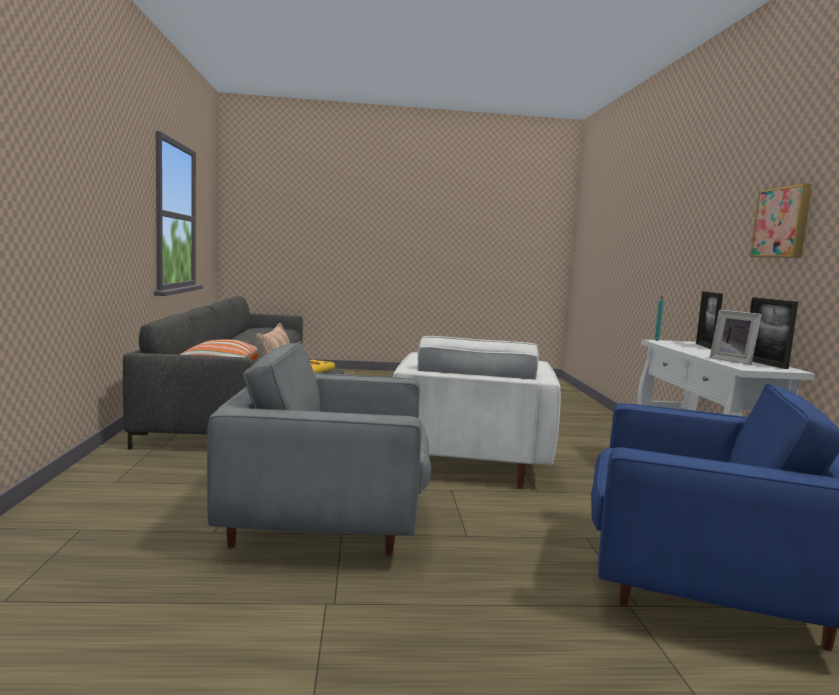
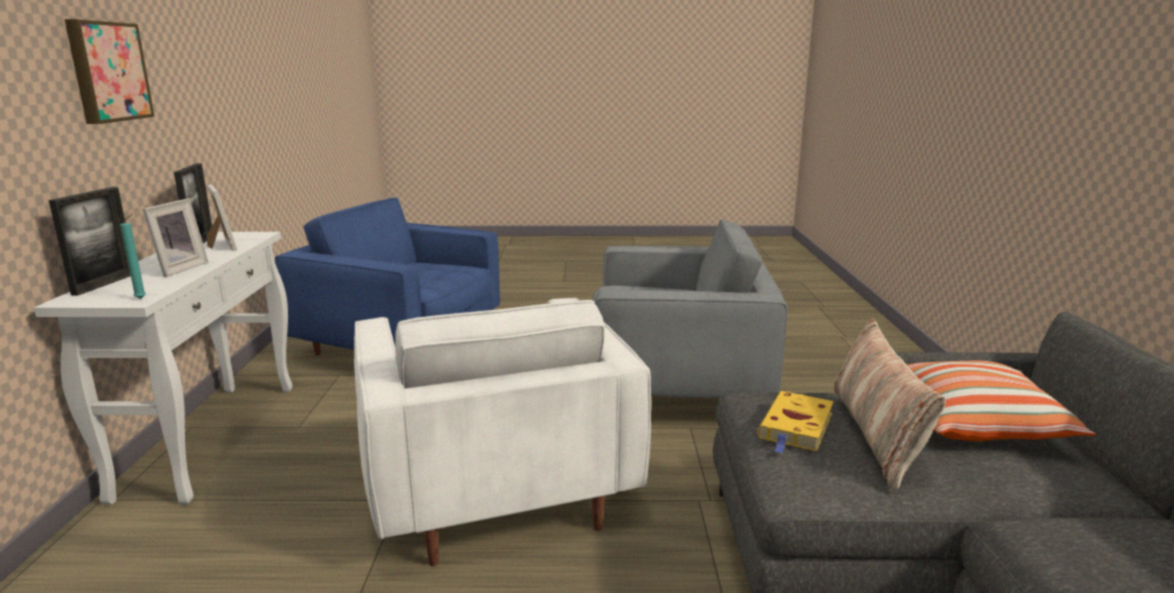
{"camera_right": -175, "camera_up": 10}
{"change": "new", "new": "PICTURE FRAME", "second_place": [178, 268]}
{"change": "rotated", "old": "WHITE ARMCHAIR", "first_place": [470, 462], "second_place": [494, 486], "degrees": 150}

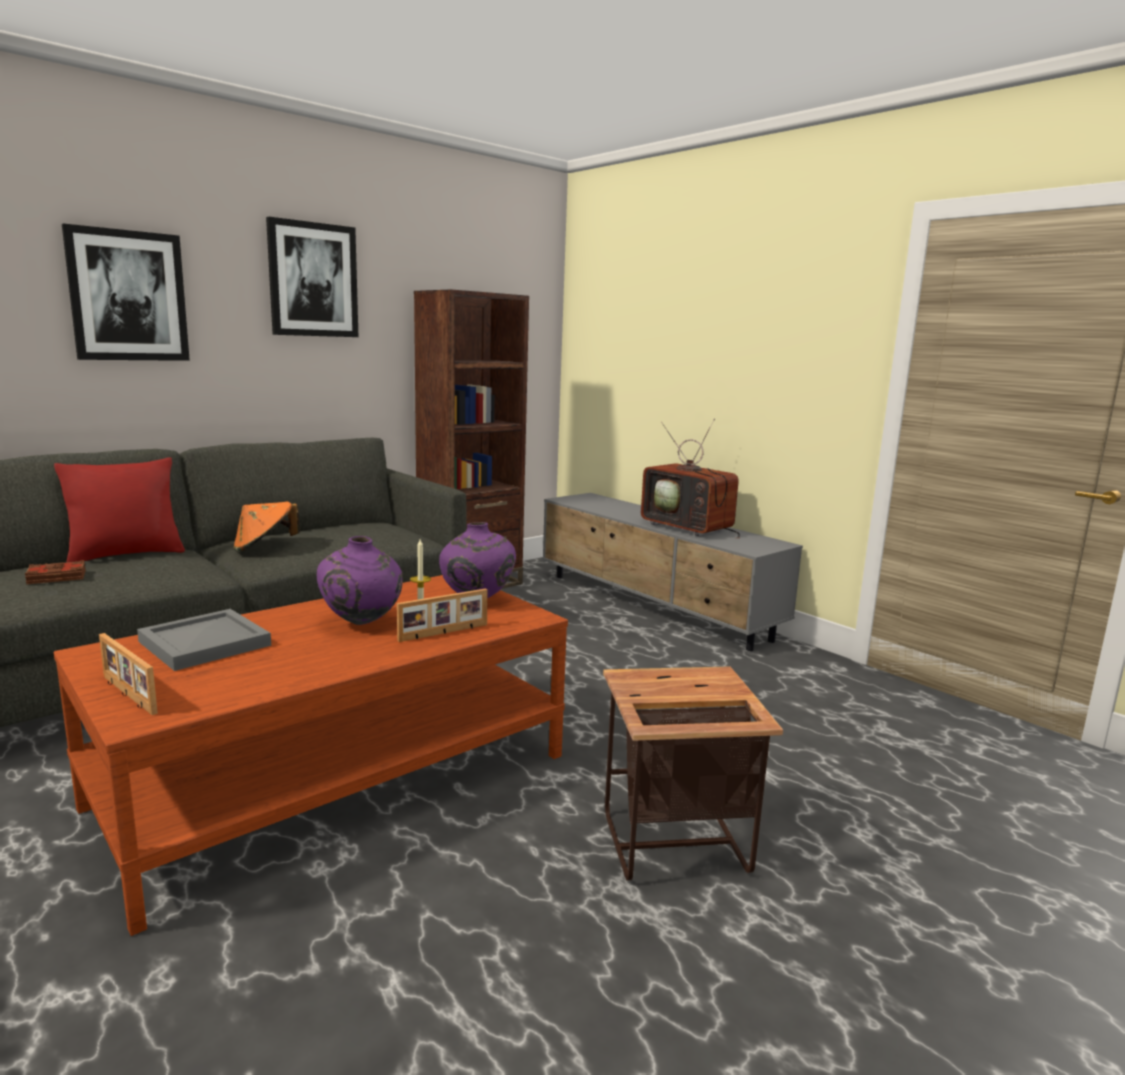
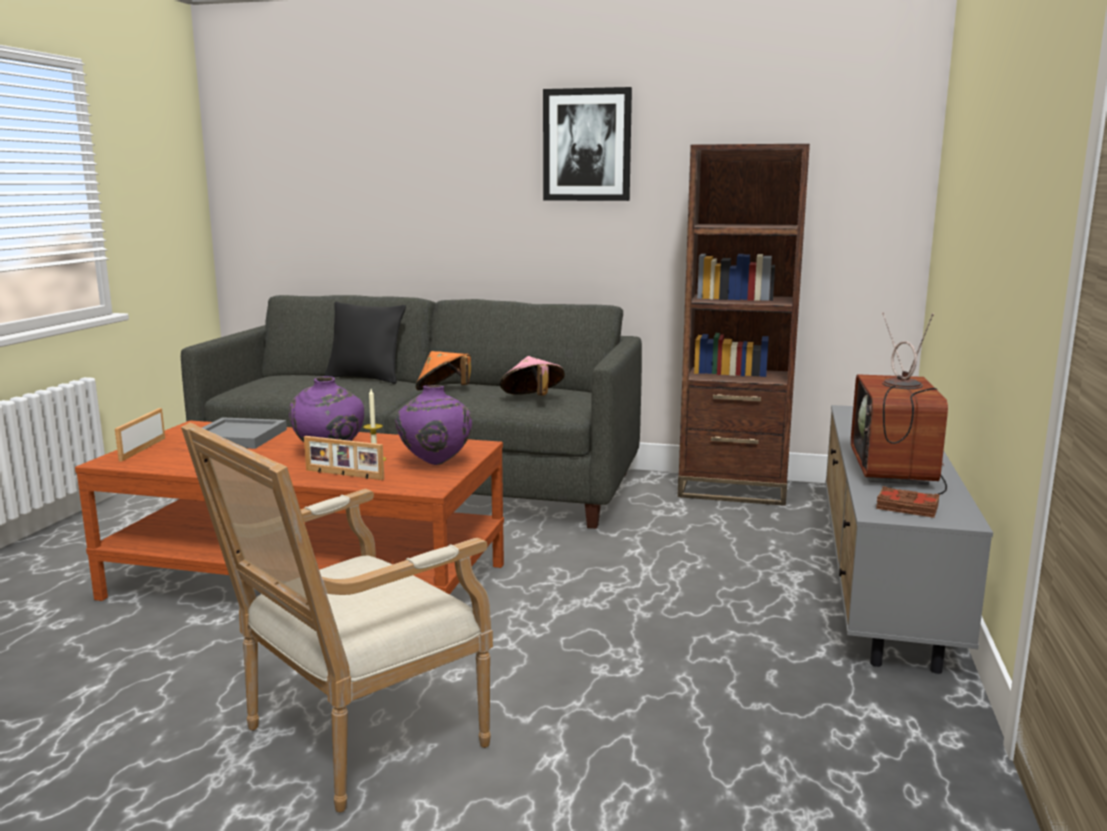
{"camera_right": 55, "camera_up": 0}
{"change": "swapped", "old": "SIDE TABLE", "new": "ARMCHAIR", "first_place": [671, 844], "second_place": [352, 740]}
{"change": "repainted", "old": "RED PILLOW", "new": "BLACK PILLOW", "first_place": [126, 555], "second_place": [365, 378]}
{"change": "new", "new": "PINK HAT", "second_place": [532, 399]}
{"change": "shifted", "old": "BROWN BOOK", "first_place": [56, 578], "second_place": [907, 508]}
{"change": "gone", "old": "PICTURE", "first_place": [128, 296]}

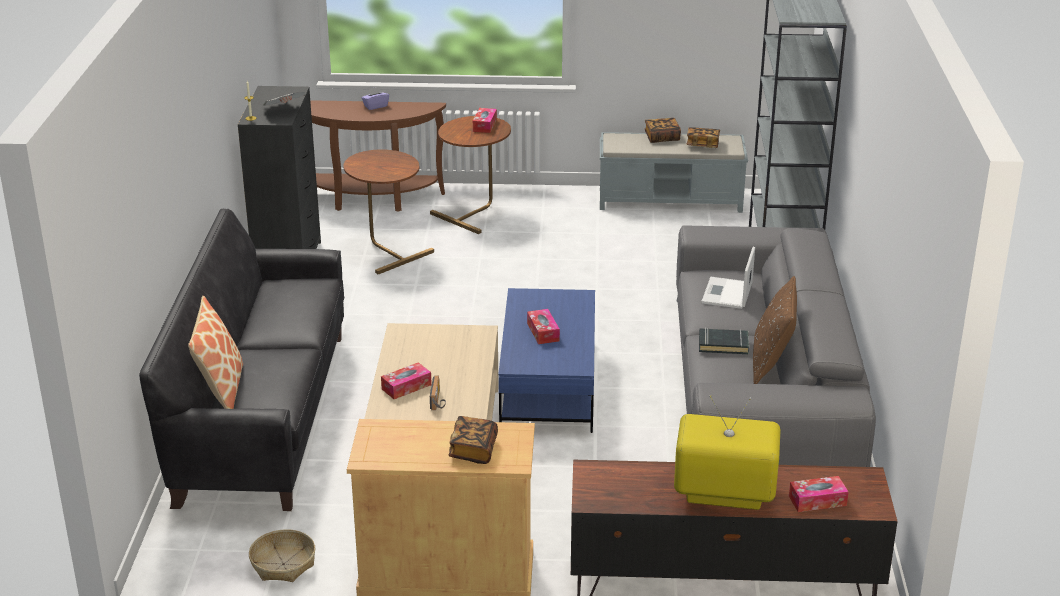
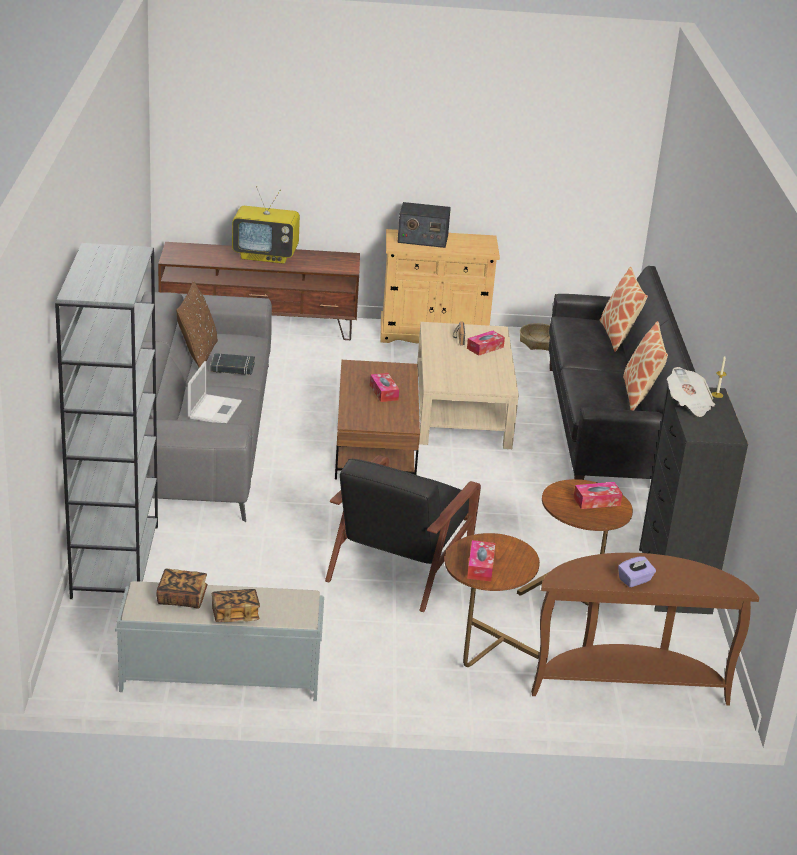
{"camera_right": 175, "camera_up": 0}
{"change": "new", "new": "BLACK ARMCHAIR", "second_place": [401, 561]}
{"change": "repainted", "old": "BLUE COFFEE TABLE", "new": "BROWN COFFEE TABLE", "first_place": [549, 385], "second_place": [375, 444]}
{"change": "swapped", "old": "BOOK", "new": "RADIO", "first_place": [473, 450], "second_place": [422, 239]}
{"change": "shifted", "old": "TISSUE BOX", "first_place": [817, 501], "second_place": [596, 501]}
{"change": "new", "new": "PILLOW", "second_place": [640, 395]}

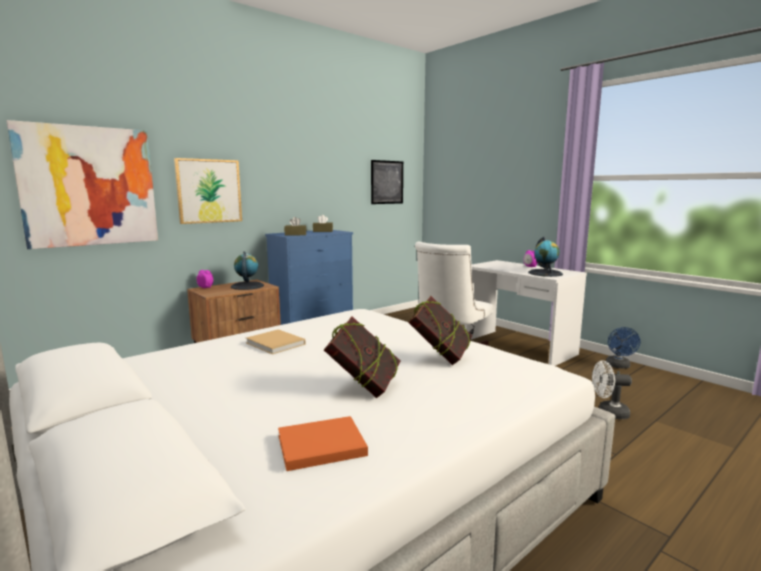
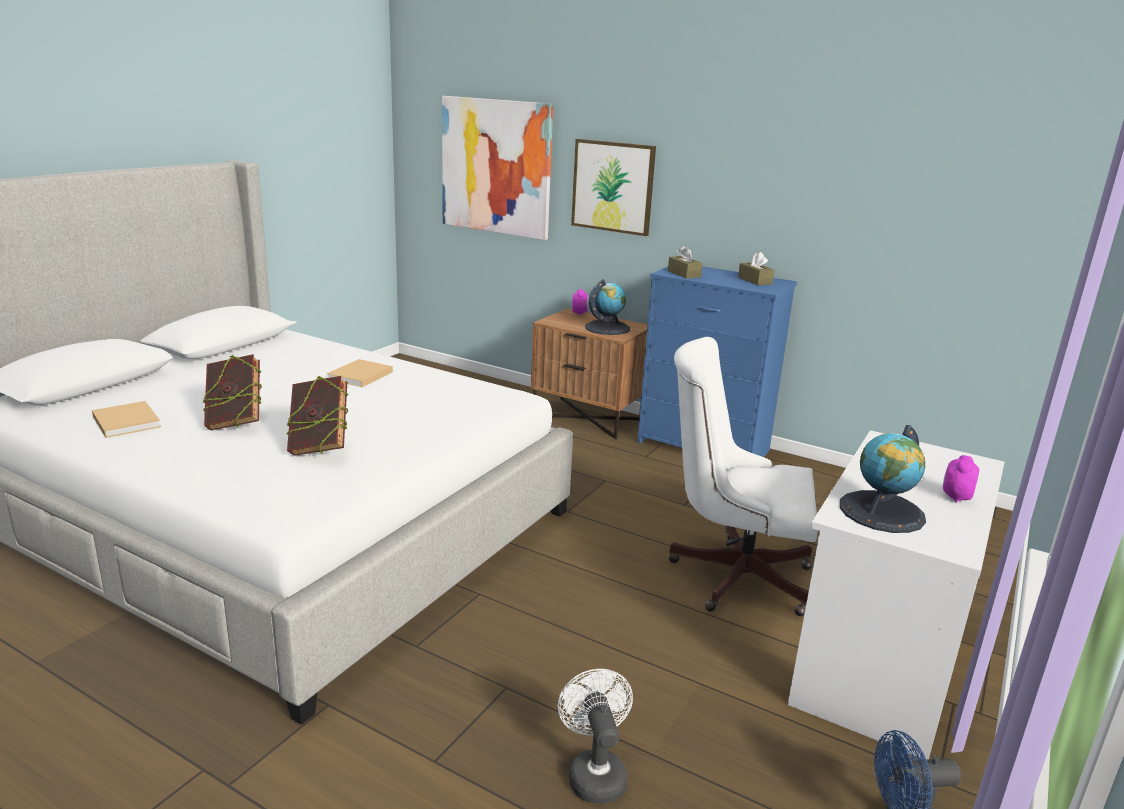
{"camera_right": 70, "camera_up": 10}
{"change": "repainted", "old": "ORANGE BOOK", "new": "BEIGE BOOK", "first_place": [318, 446], "second_place": [126, 421]}
{"change": "gone", "old": "PICTURE", "first_place": [387, 182]}

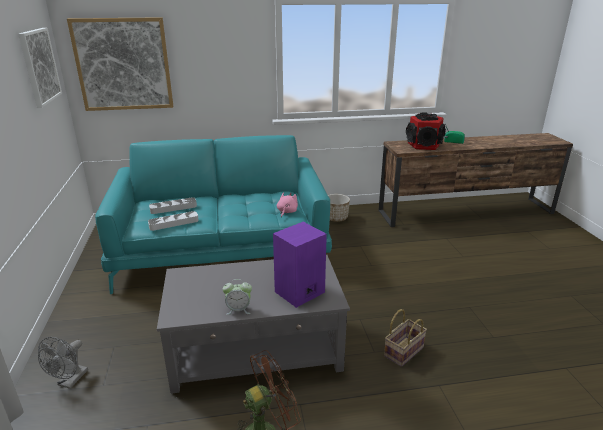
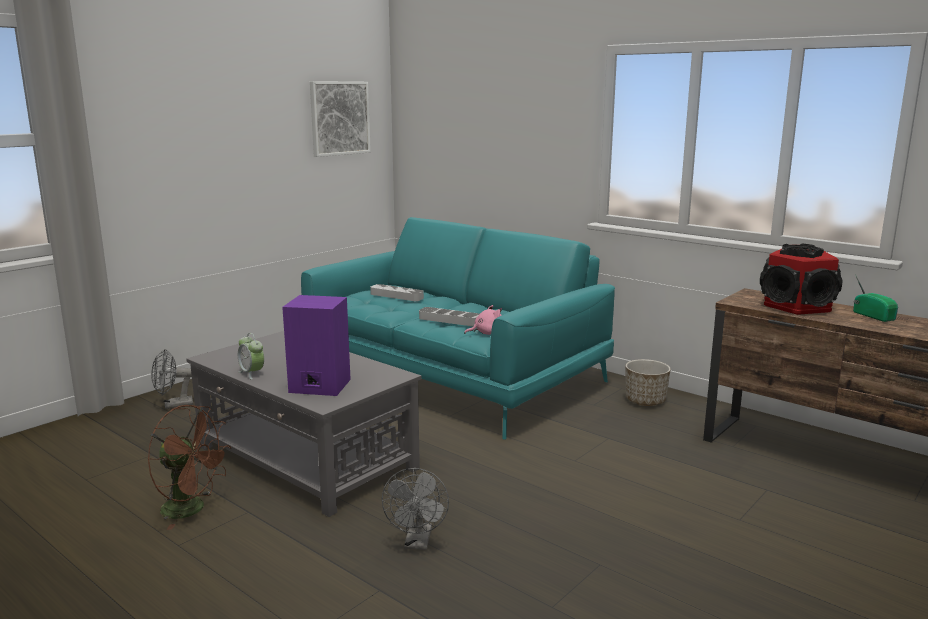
{"camera_right": 50, "camera_up": -10}
{"change": "swapped", "old": "BASKET", "new": "GREY FAN", "first_place": [403, 350], "second_place": [418, 543]}
{"change": "shifted", "old": "GREY TRAY", "first_place": [174, 223], "second_place": [449, 320]}
{"change": "gone", "old": "PICTURE", "first_place": [123, 64]}

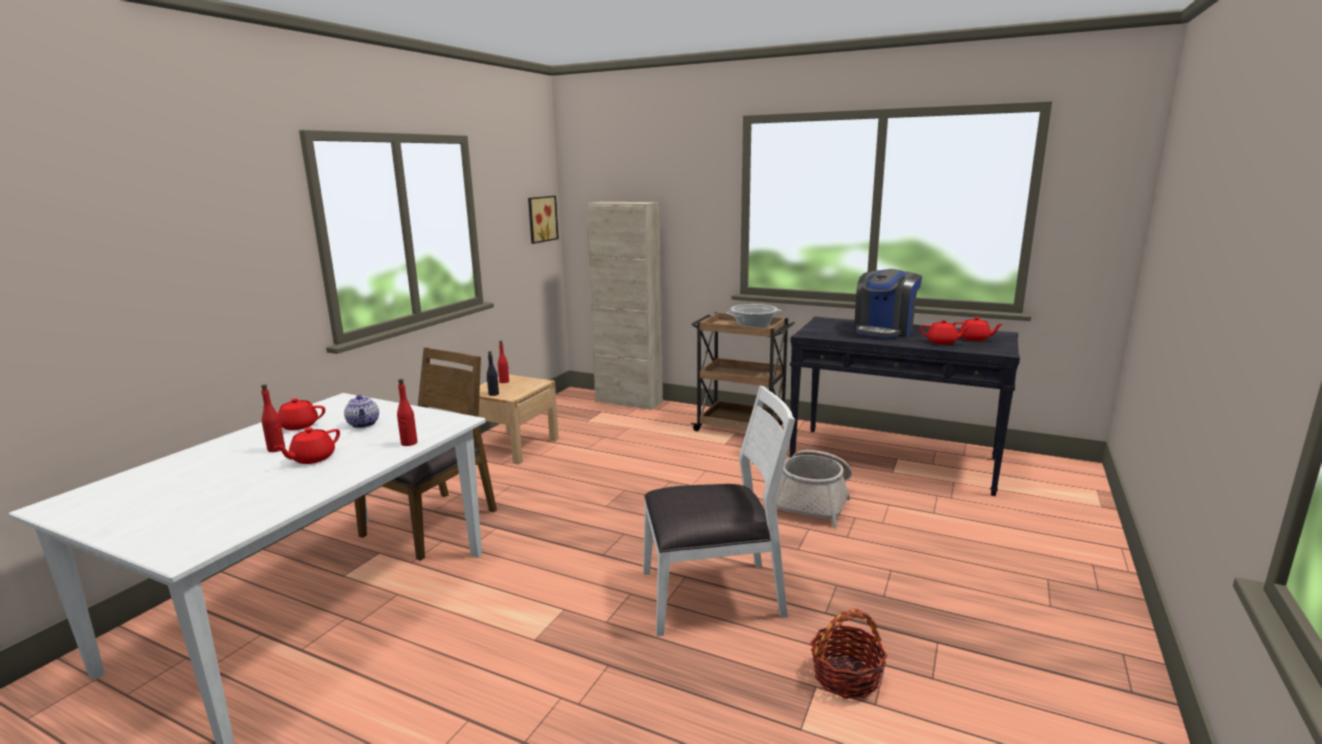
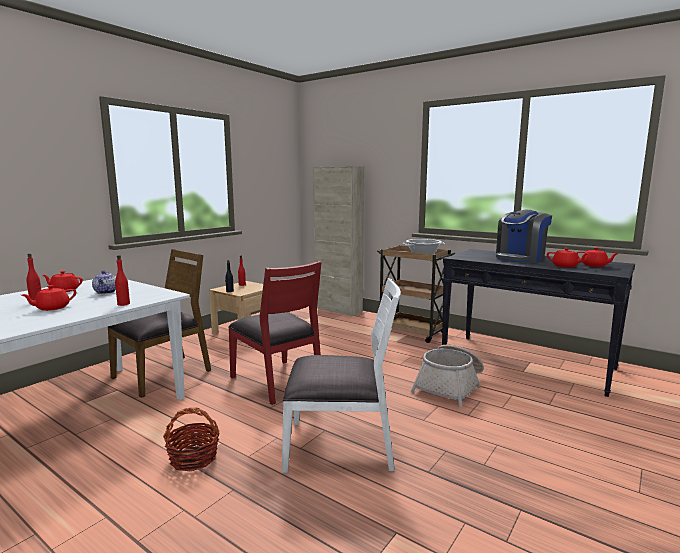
{"camera_right": 10, "camera_up": -5}
{"change": "shifted", "old": "BASKET", "first_place": [846, 676], "second_place": [194, 458]}
{"change": "new", "new": "RED CHAIR", "second_place": [277, 381]}
{"change": "gone", "old": "PICTURE", "first_place": [541, 219]}

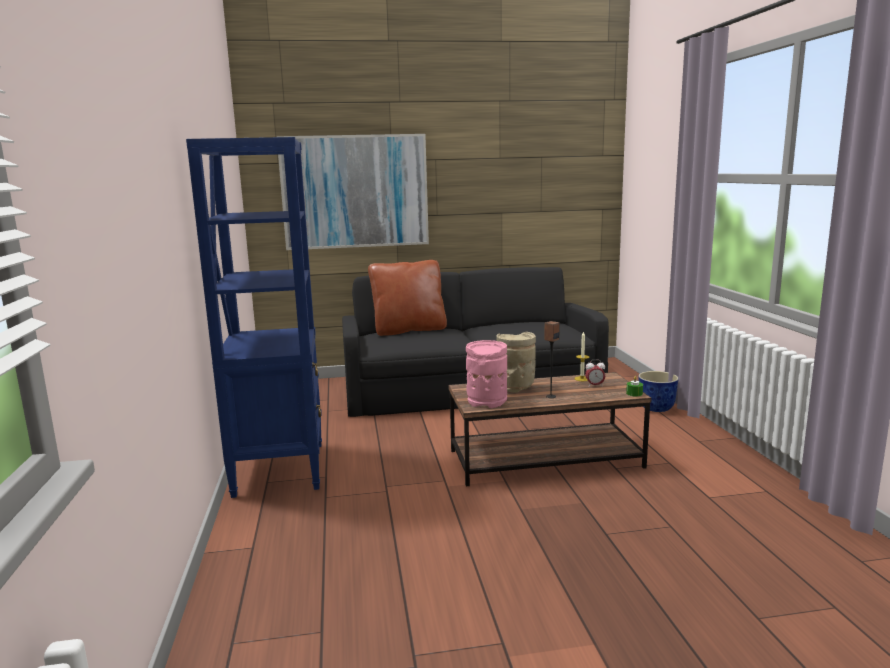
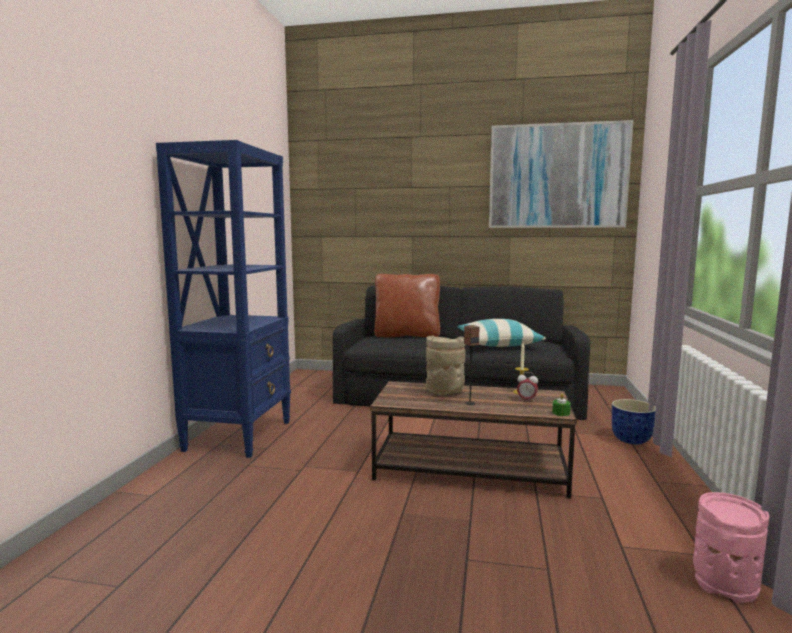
{"camera_right": 20, "camera_up": -5}
{"change": "new", "new": "PILLOW", "second_place": [498, 343]}
{"change": "shifted", "old": "PICTURE", "first_place": [355, 191], "second_place": [557, 176]}
{"change": "shifted", "old": "PINK VASE", "first_place": [487, 401], "second_place": [725, 583]}

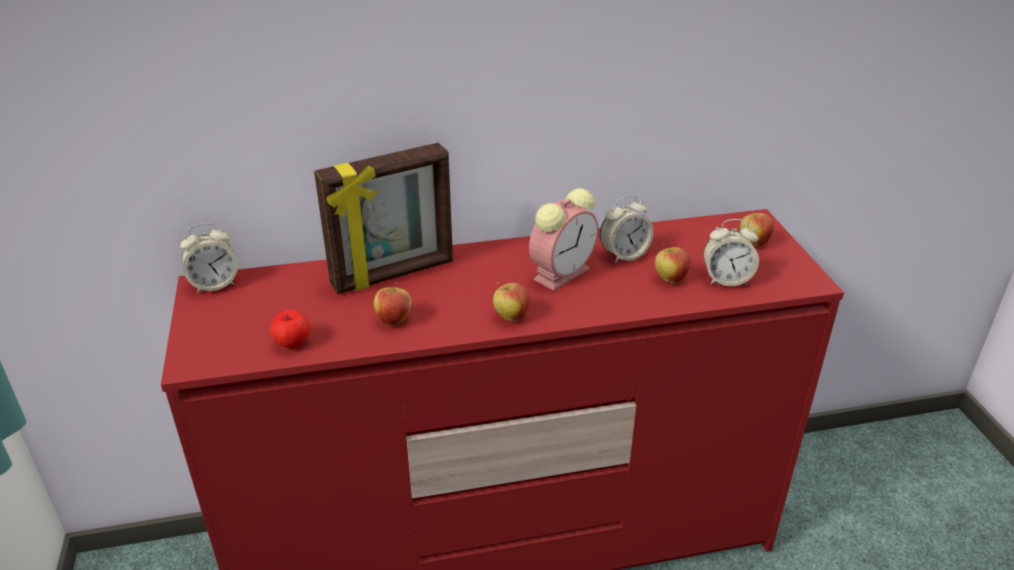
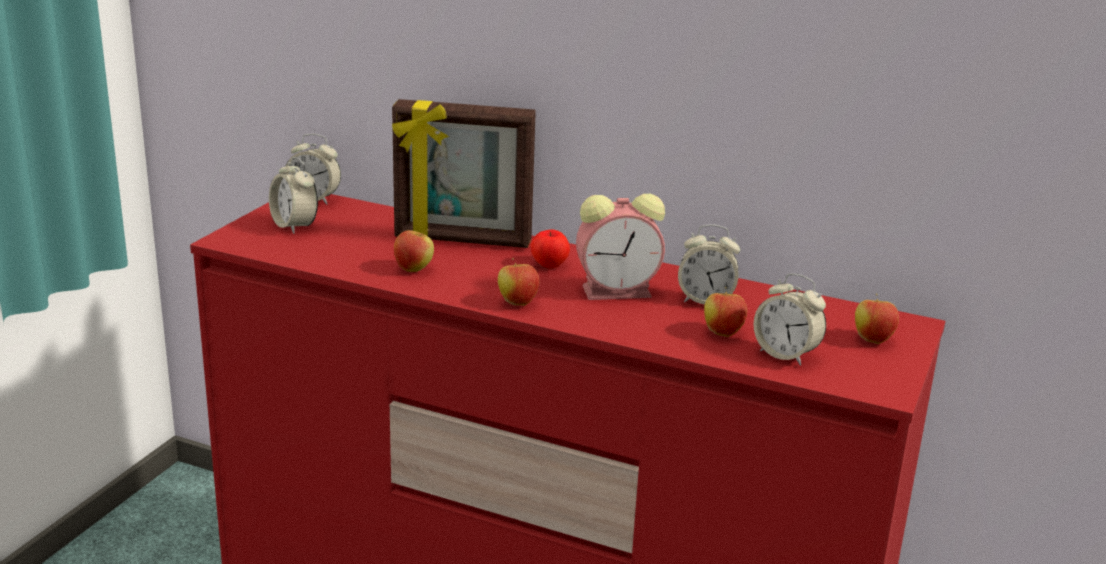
{"camera_right": 35, "camera_up": -10}
{"change": "new", "new": "ALARM CLOCK", "second_place": [294, 226]}
{"change": "shifted", "old": "APPLE", "first_place": [292, 343], "second_place": [549, 265]}

